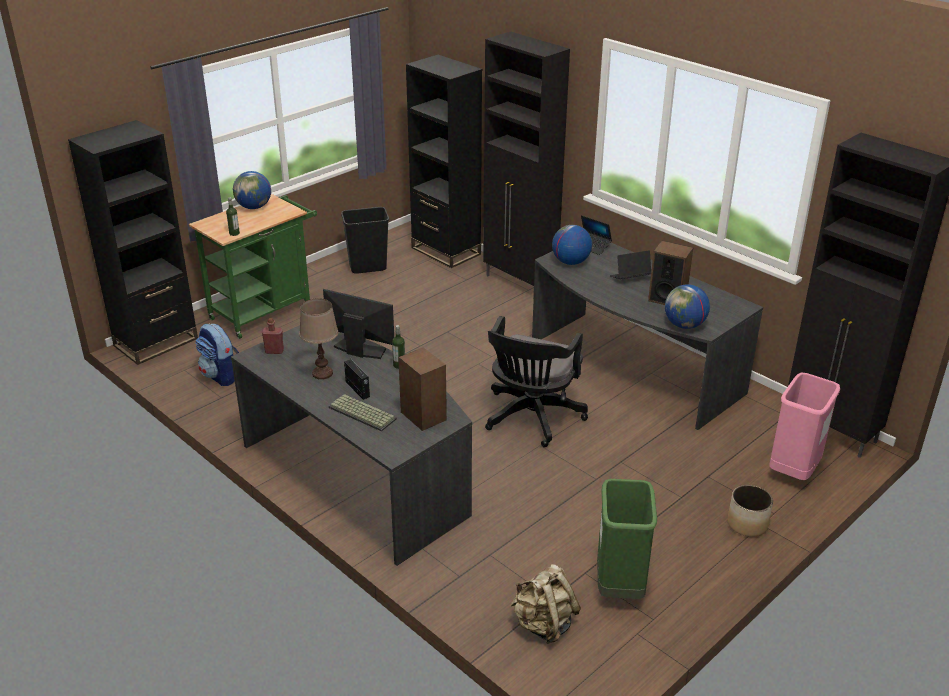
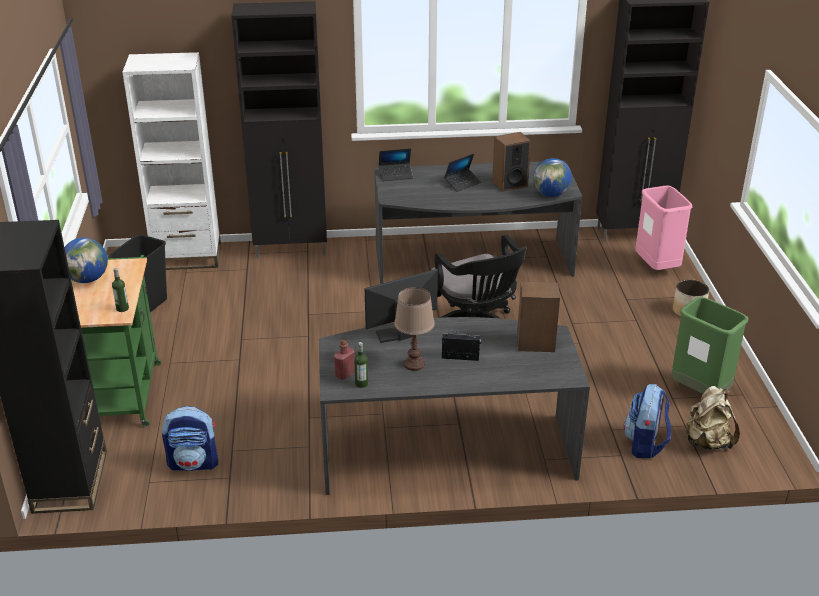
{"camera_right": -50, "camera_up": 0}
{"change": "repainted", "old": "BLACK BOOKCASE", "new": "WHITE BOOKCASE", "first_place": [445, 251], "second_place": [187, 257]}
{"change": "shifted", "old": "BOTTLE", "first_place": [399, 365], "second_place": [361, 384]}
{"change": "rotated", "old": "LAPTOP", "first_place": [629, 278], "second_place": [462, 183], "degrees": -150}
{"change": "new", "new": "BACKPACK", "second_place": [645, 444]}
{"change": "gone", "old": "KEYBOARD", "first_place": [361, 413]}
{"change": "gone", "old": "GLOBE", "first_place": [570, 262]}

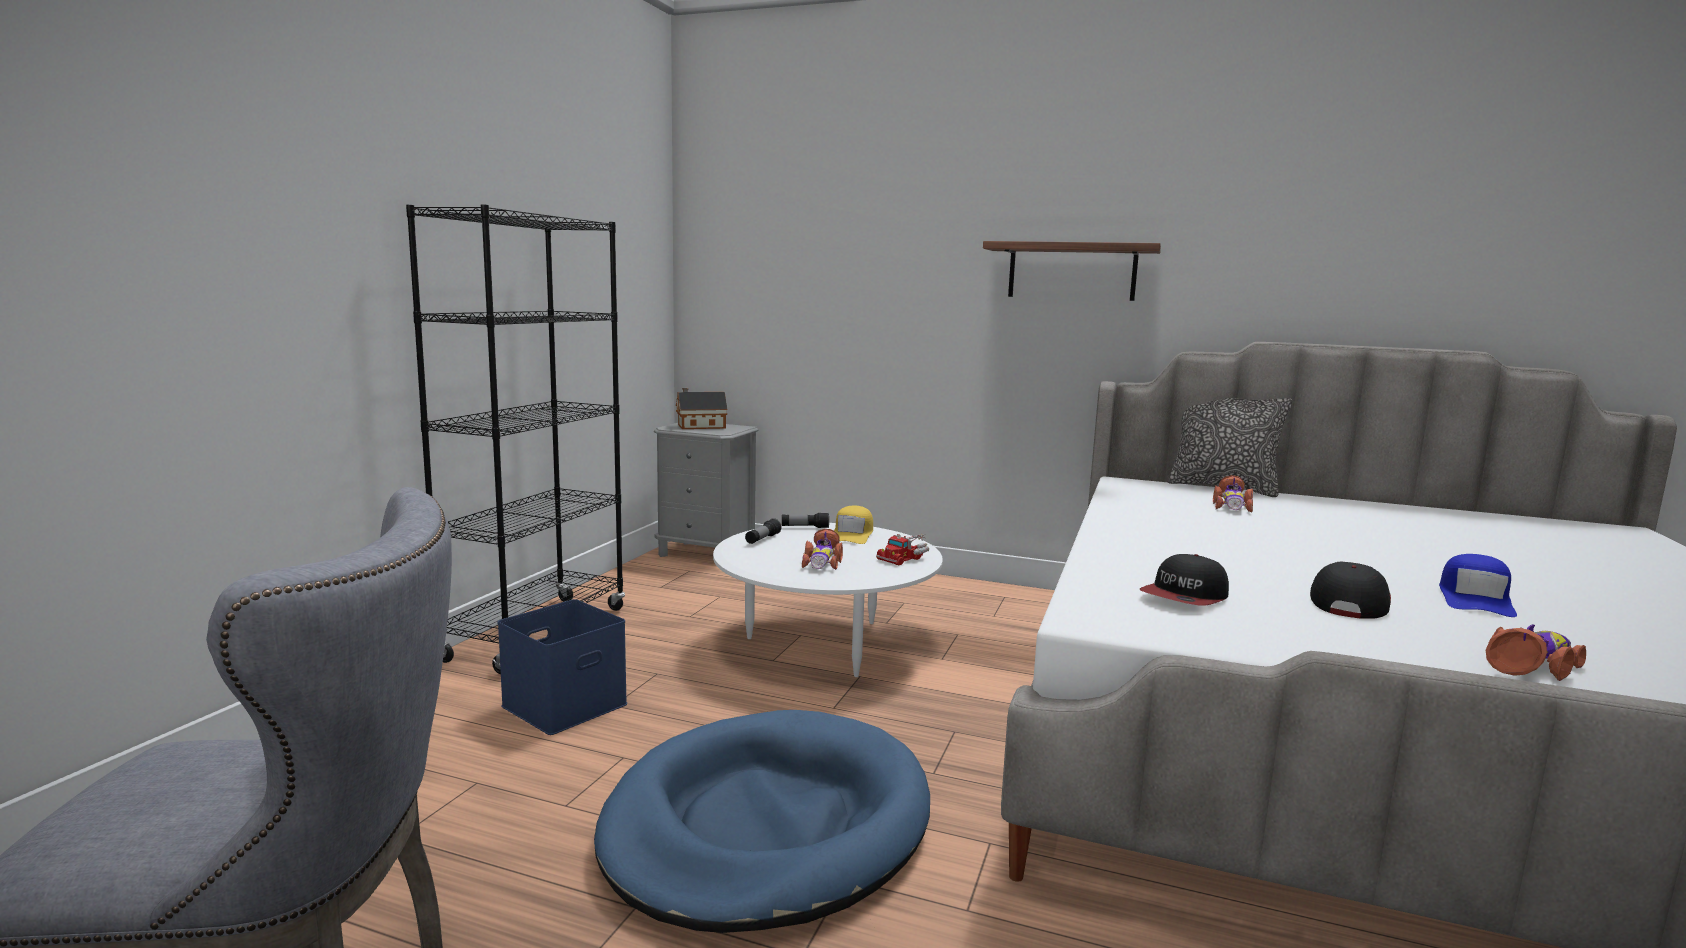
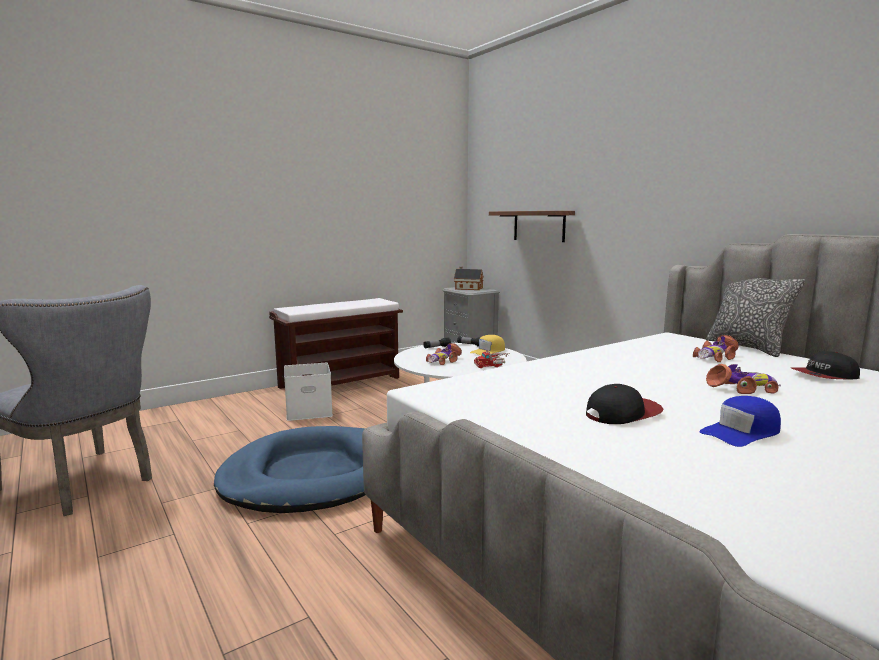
{"camera_right": 35, "camera_up": 0}
{"change": "swapped", "old": "BLACK BOOKCASE", "new": "BROWN BENCH", "first_place": [537, 633], "second_place": [341, 382]}
{"change": "repainted", "old": "BLUE STORAGE BOX", "new": "WHITE STORAGE BOX", "first_place": [565, 703], "second_place": [310, 410]}
{"change": "shifted", "old": "SHELF", "first_place": [1072, 271], "second_place": [539, 226]}
{"change": "shifted", "old": "TOY CAR", "first_place": [1531, 665], "second_place": [743, 389]}
{"change": "shifted", "old": "CAP", "first_place": [1185, 597], "second_place": [824, 376]}

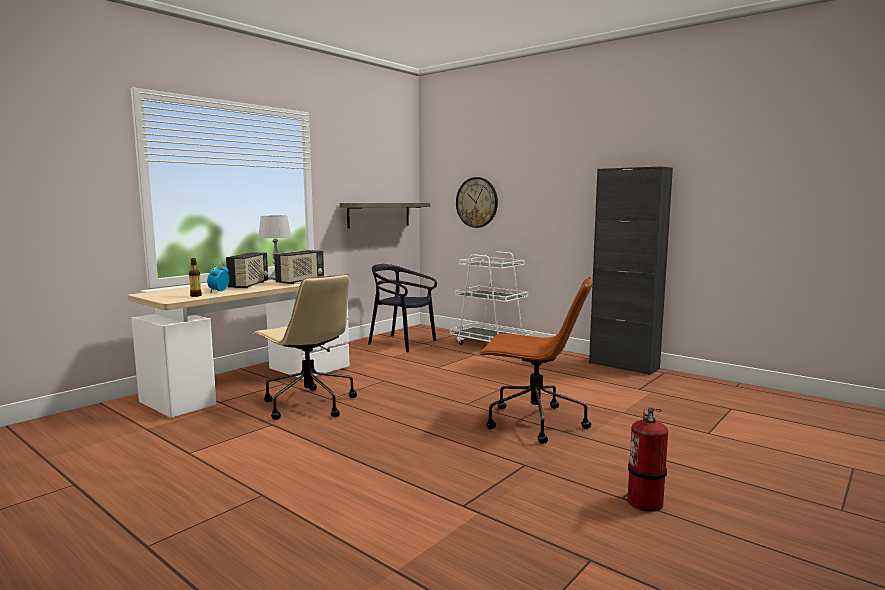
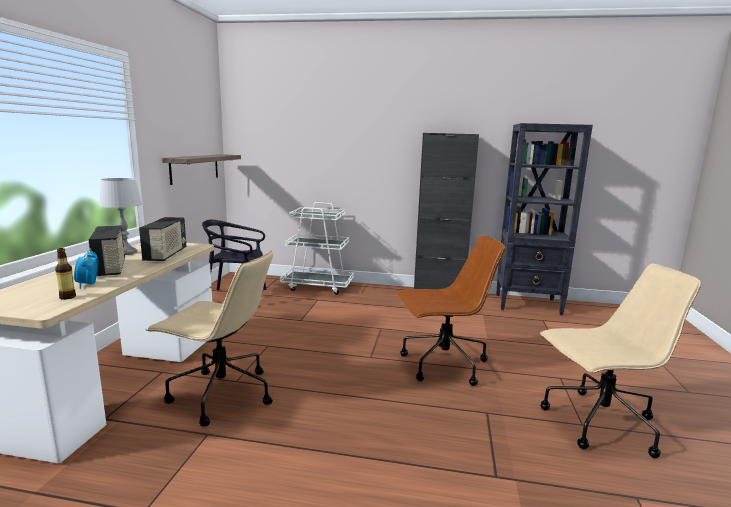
{"camera_right": -30, "camera_up": 5}
{"change": "new", "new": "BLACK BOOKCASE", "second_place": [528, 304]}
{"change": "swapped", "old": "FIRE EXTINGUISHER", "new": "BEIGE OFFICE CHAIR", "first_place": [645, 502], "second_place": [599, 424]}
{"change": "gone", "old": "WALL CLOCK", "first_place": [477, 202]}

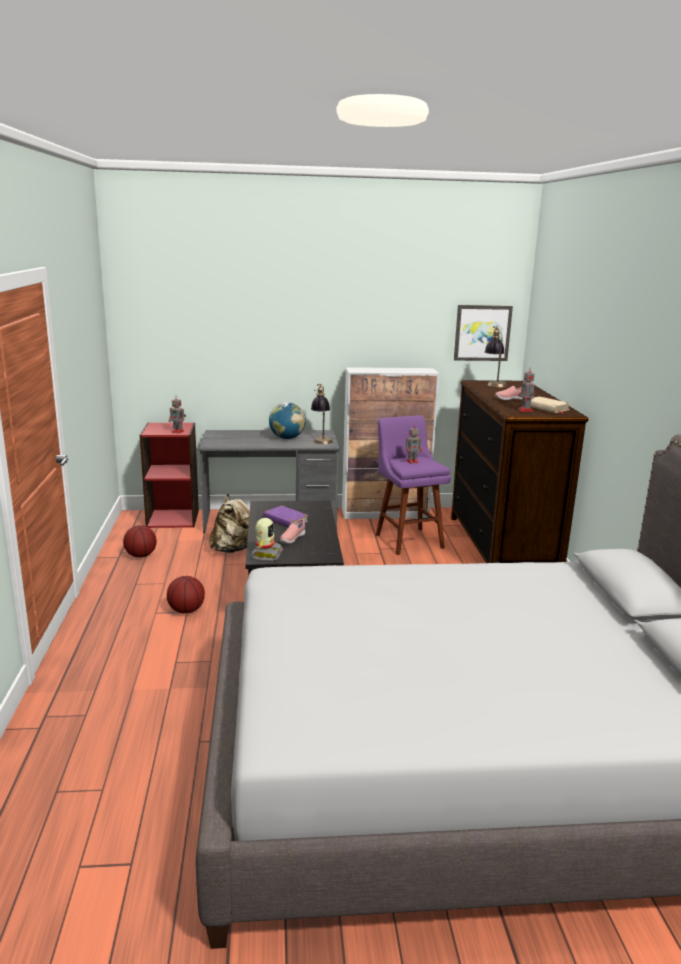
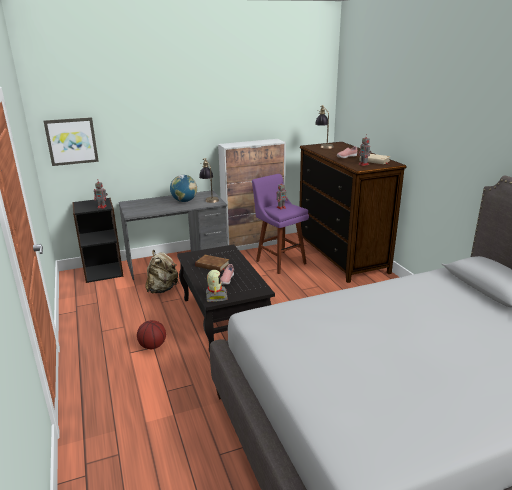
{"camera_right": -15, "camera_up": 5}
{"change": "shifted", "old": "PICTURE", "first_place": [482, 333], "second_place": [71, 141]}
{"change": "repainted", "old": "RED BOOKCASE", "new": "BLACK BOOKCASE", "first_place": [173, 518], "second_place": [103, 272]}
{"change": "repainted", "old": "PURPLE BOOK", "new": "BROWN BOOK", "first_place": [285, 520], "second_place": [212, 265]}
{"change": "gone", "old": "BASKETBALL", "first_place": [141, 555]}

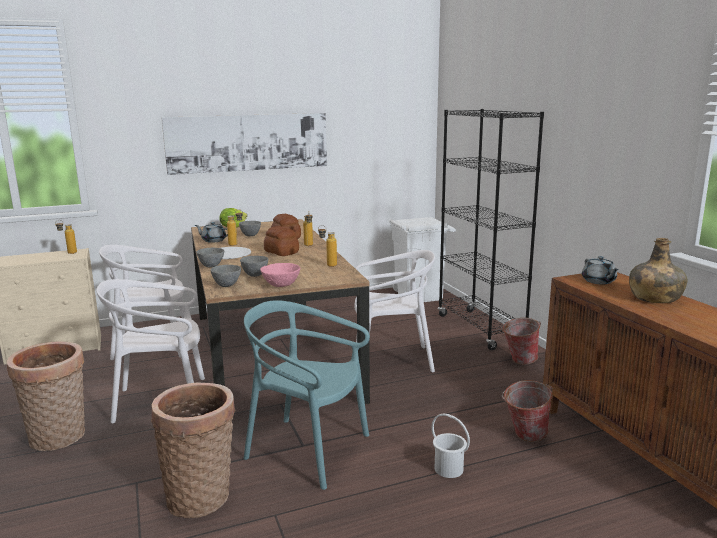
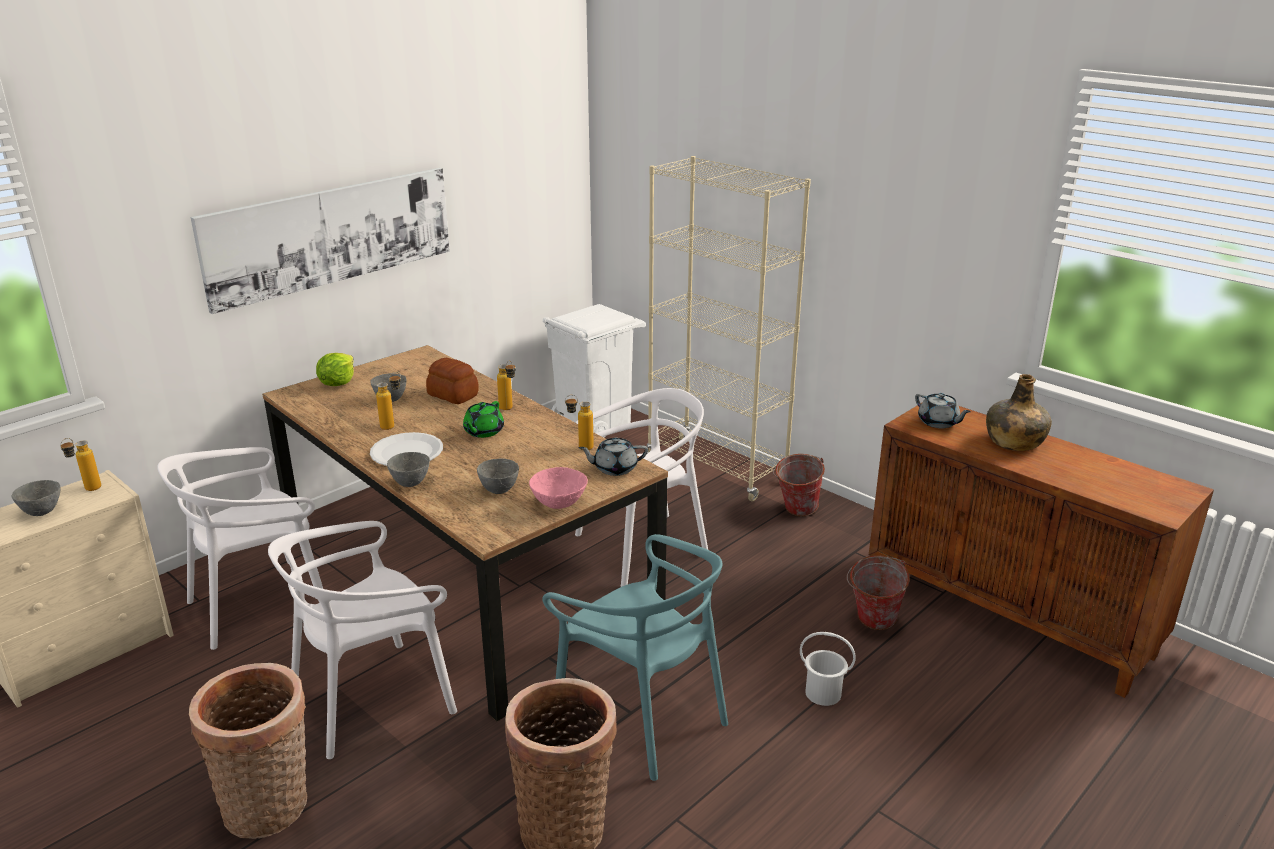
{"camera_right": -25, "camera_up": 10}
{"change": "shifted", "old": "GREY BOWL", "first_place": [226, 285], "second_place": [41, 512]}
{"change": "swapped", "old": "BREAD", "new": "GREEN TEAPOT", "first_place": [281, 252], "second_place": [483, 432]}
{"change": "rotated", "old": "TURQUOISE CHAIR", "first_place": [307, 450], "second_place": [642, 717], "degrees": -135}
{"change": "shifted", "old": "GREY TEAPOT", "first_place": [213, 240], "second_place": [614, 468]}
{"change": "repainted", "old": "BLACK BOOKCASE", "new": "BEIGE BOOKCASE", "first_place": [480, 329], "second_place": [716, 469]}

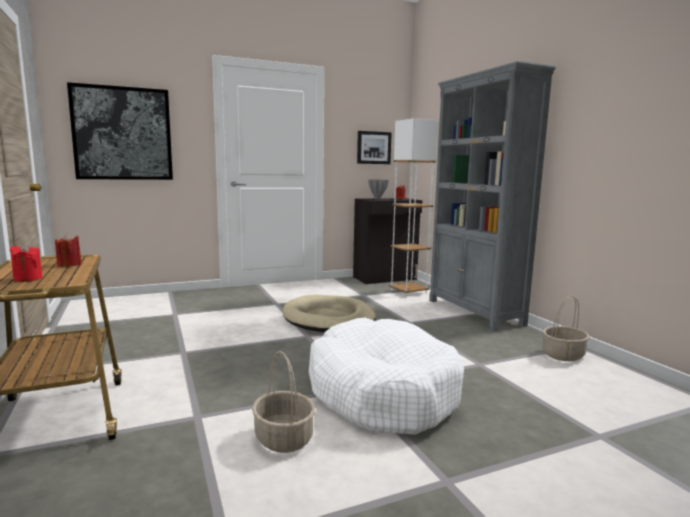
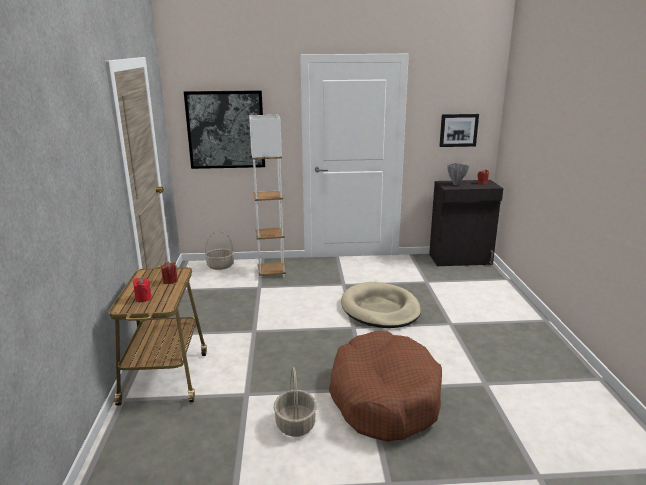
{"camera_right": 20, "camera_up": 10}
{"change": "shifted", "old": "BASKET", "first_place": [563, 355], "second_place": [220, 266]}
{"change": "shifted", "old": "WHITE FLOOR LAMP", "first_place": [408, 292], "second_place": [271, 273]}
{"change": "repainted", "old": "WHITE DOG BED", "new": "BROWN DOG BED", "first_place": [381, 392], "second_place": [384, 397]}
{"change": "gone", "old": "GREY BOOKCASE", "first_place": [474, 312]}

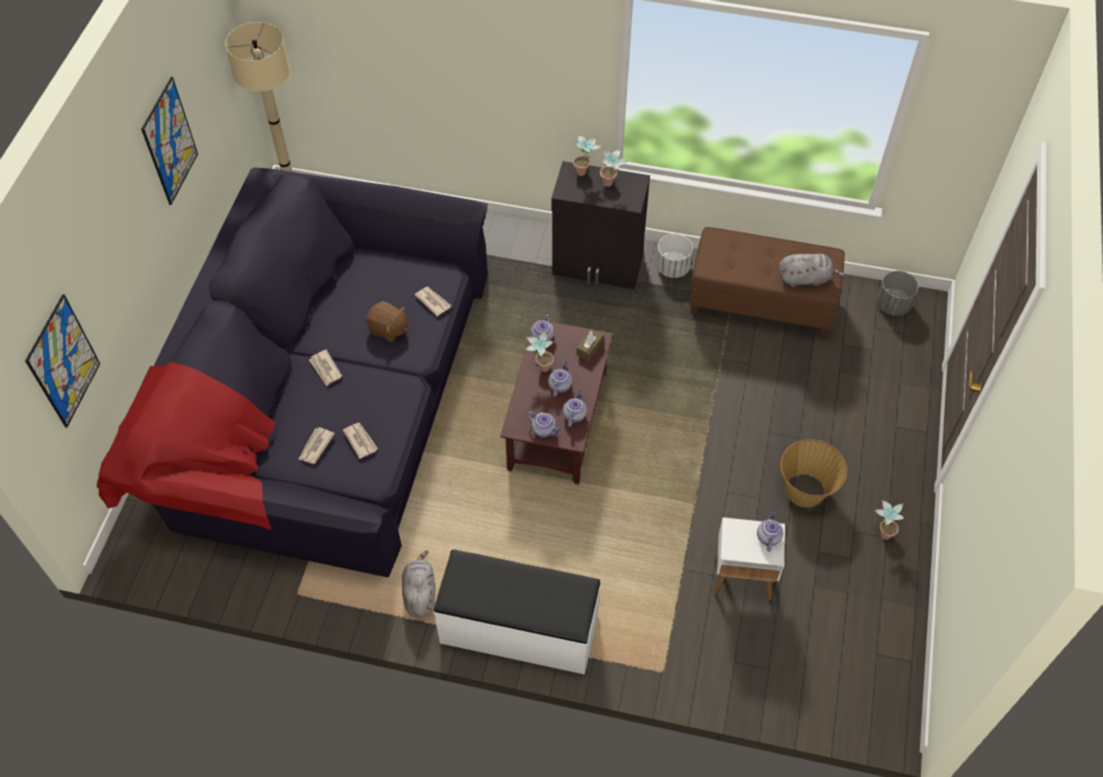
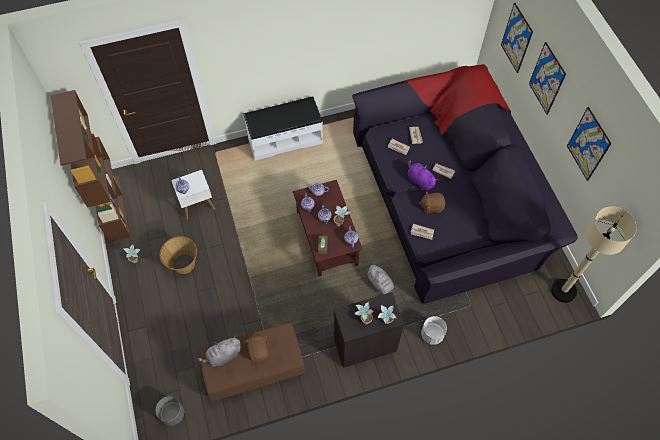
{"camera_right": 150, "camera_up": 5}
{"change": "new", "new": "BROWN BOOKCASE", "second_place": [113, 208]}
{"change": "new", "new": "BROWN PLUSH TOY", "second_place": [258, 350]}
{"change": "shifted", "old": "GREY PLUSH TOY", "first_place": [420, 593], "second_place": [380, 284]}
{"change": "new", "new": "PURPLE PLUSH TOY", "second_place": [419, 180]}
{"change": "shifted", "old": "WHITE PLANTER", "first_place": [673, 268], "second_place": [432, 334]}
{"change": "new", "new": "PICTURE", "second_place": [547, 79]}

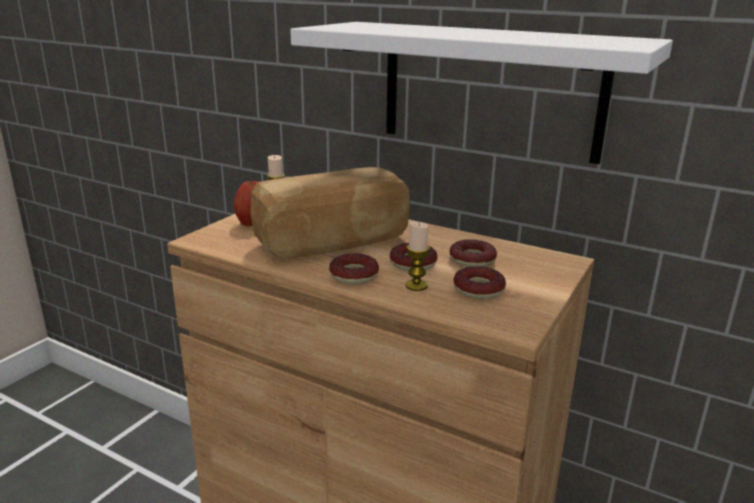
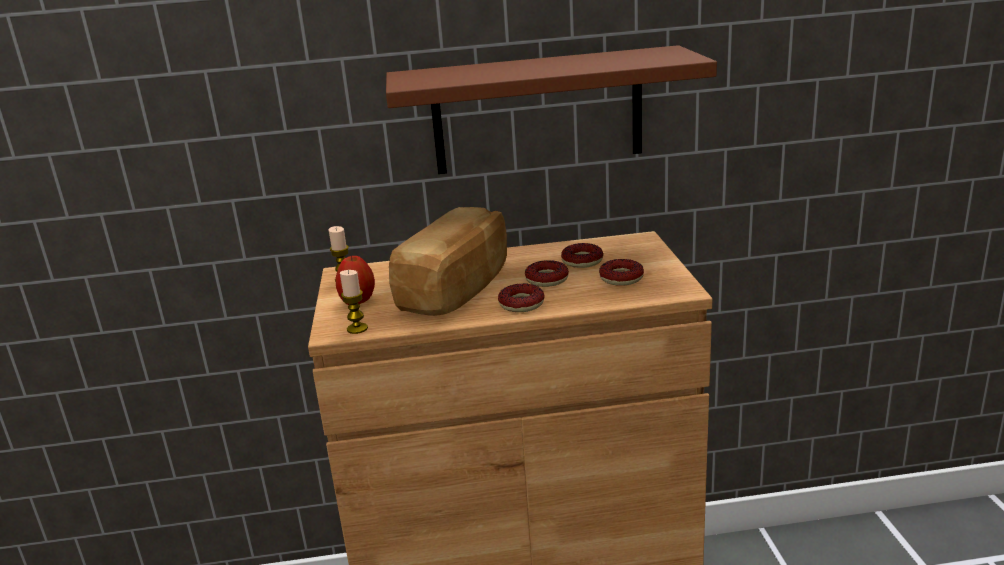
{"camera_right": -35, "camera_up": 0}
{"change": "shifted", "old": "CANDLE", "first_place": [416, 286], "second_place": [357, 329]}
{"change": "repainted", "old": "WHITE SHELF", "new": "BROWN SHELF", "first_place": [490, 90], "second_place": [537, 111]}

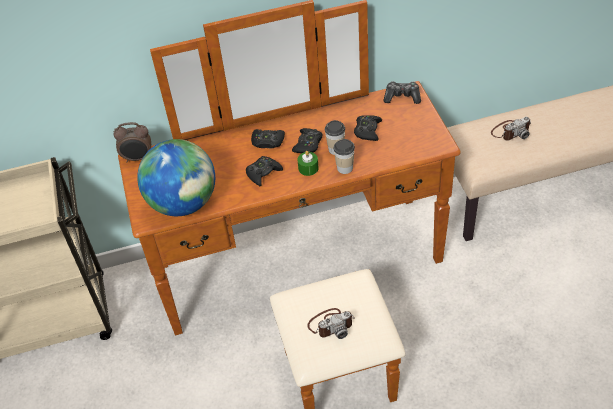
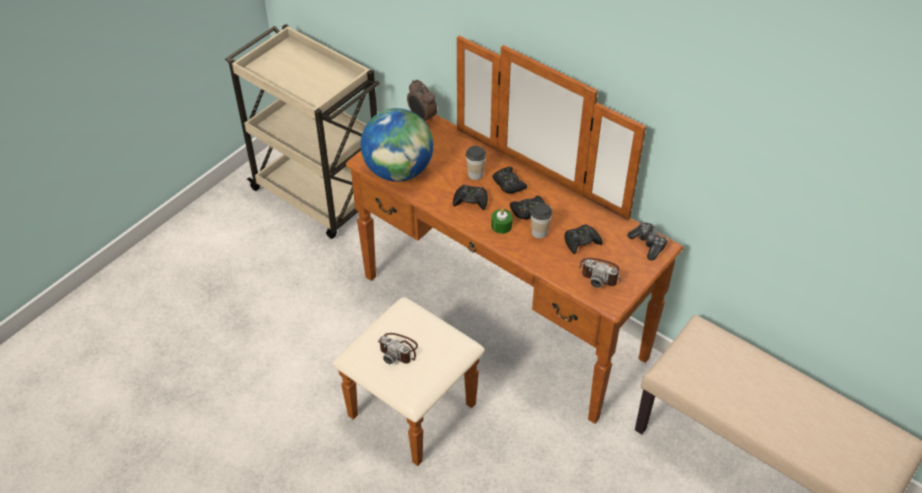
{"camera_right": 50, "camera_up": 0}
{"change": "shifted", "old": "CUP", "first_place": [345, 168], "second_place": [475, 174]}
{"change": "shifted", "old": "PHOTO CAMERA", "first_place": [510, 131], "second_place": [600, 273]}

